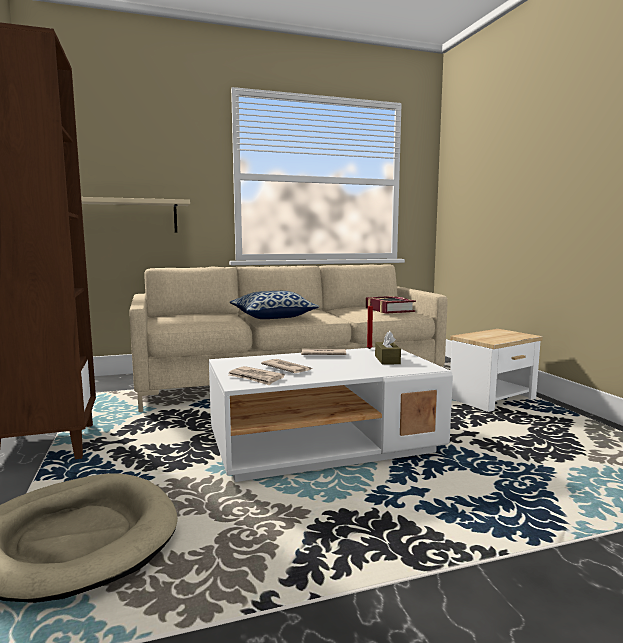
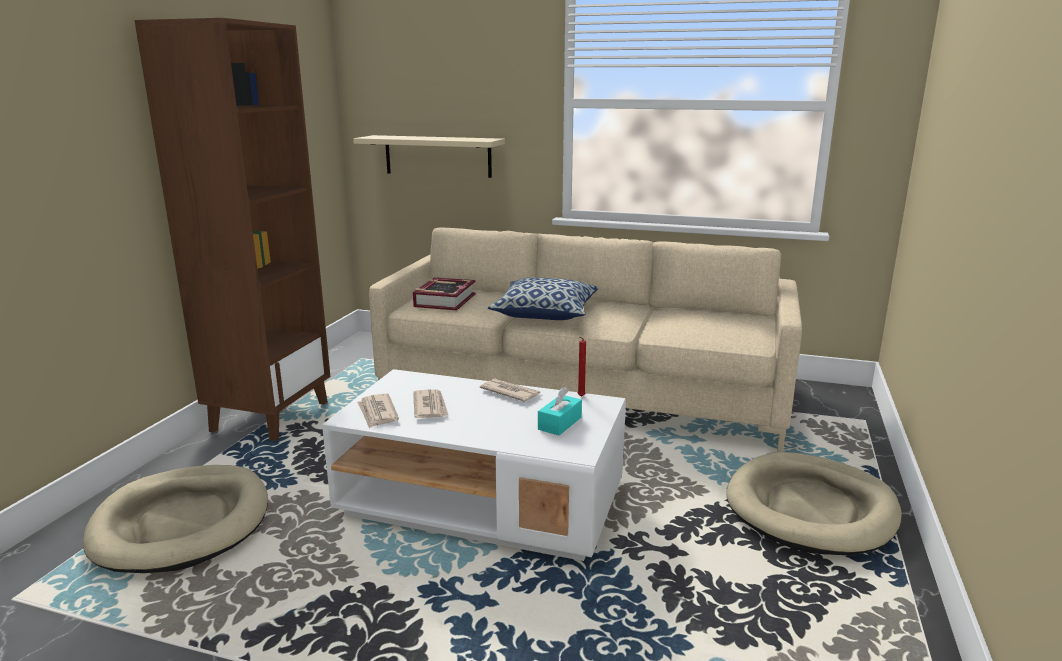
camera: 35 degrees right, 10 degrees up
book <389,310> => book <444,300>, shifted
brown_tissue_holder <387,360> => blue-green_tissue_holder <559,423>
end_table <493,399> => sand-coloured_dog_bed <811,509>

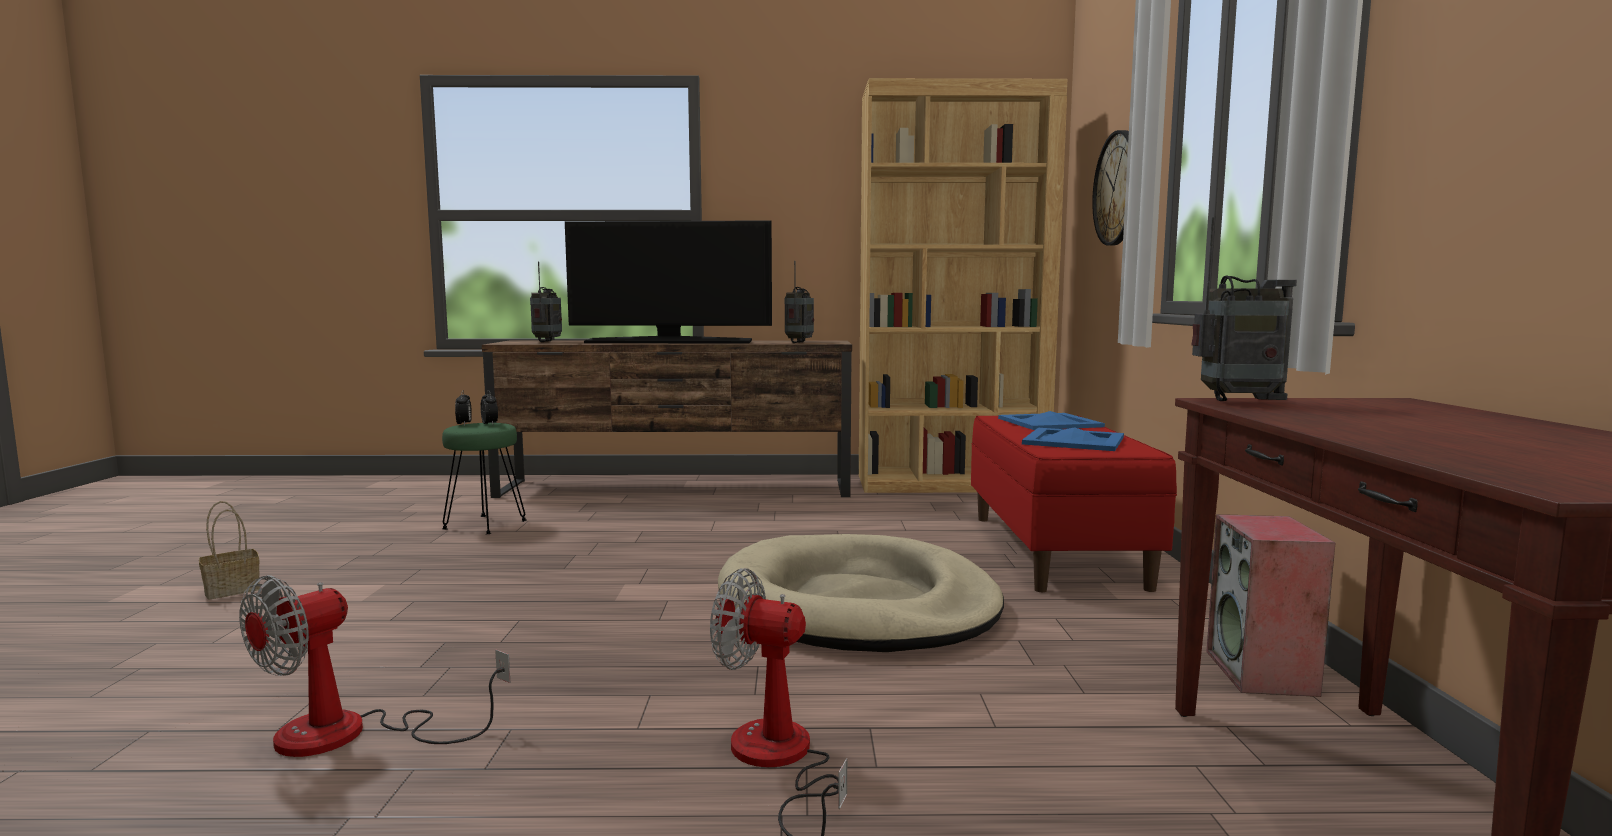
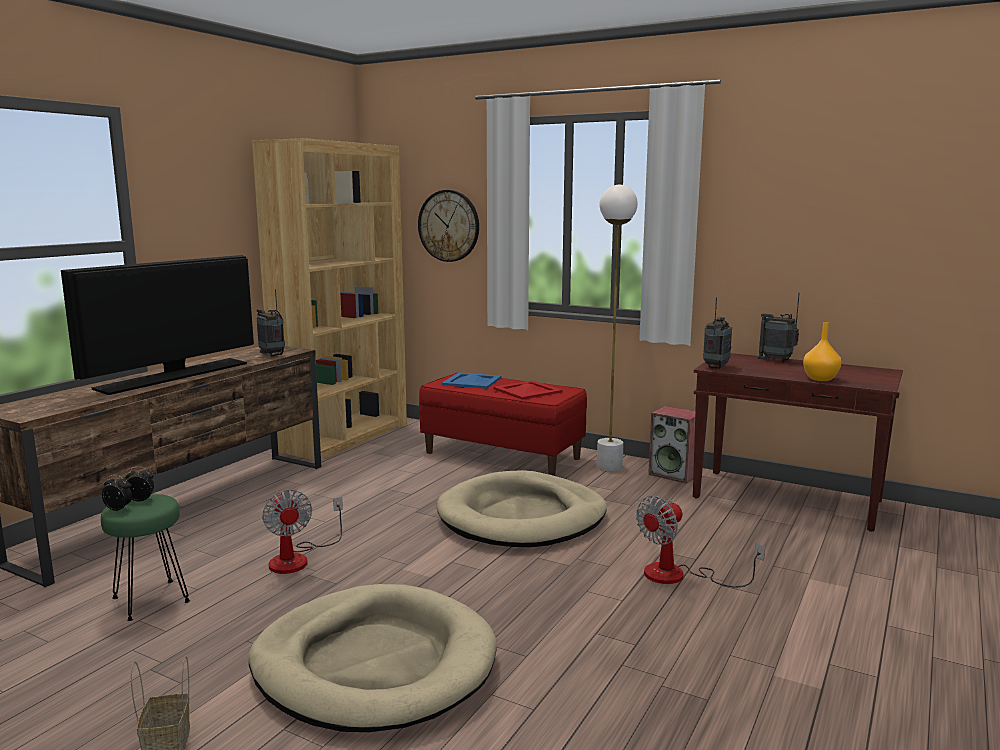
camera: 60 degrees left, 5 degrees up
nothing => sand-coloured_dog_bed <374,664>
cooling_fan <351,734> => cooling_fan <298,558>, shifted
blue_serving_tray <1074,440> => reddish_serving_tray <527,390>
nothing => white-coloured_standard_lamp <609,467>
radio_set <547,342> => radio_set <777,360>, shifted
nothing => orangey_decorative_vase <820,379>

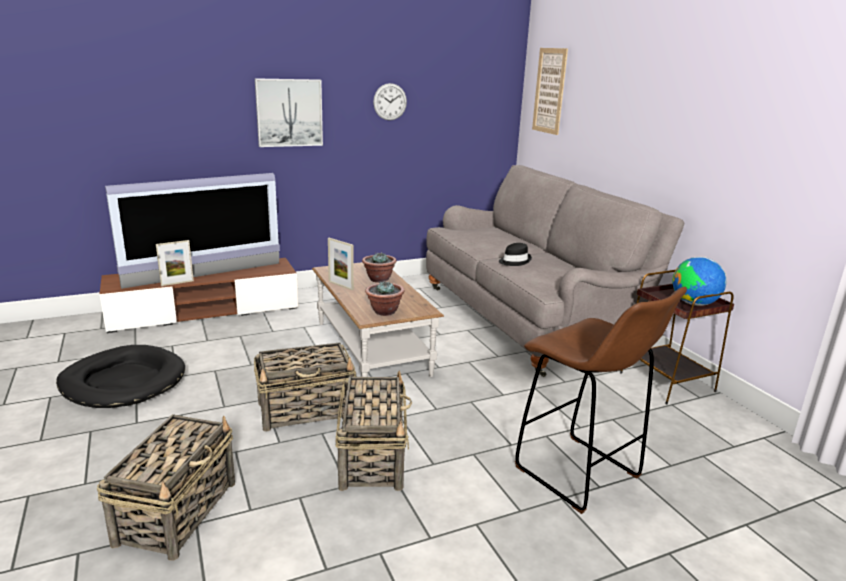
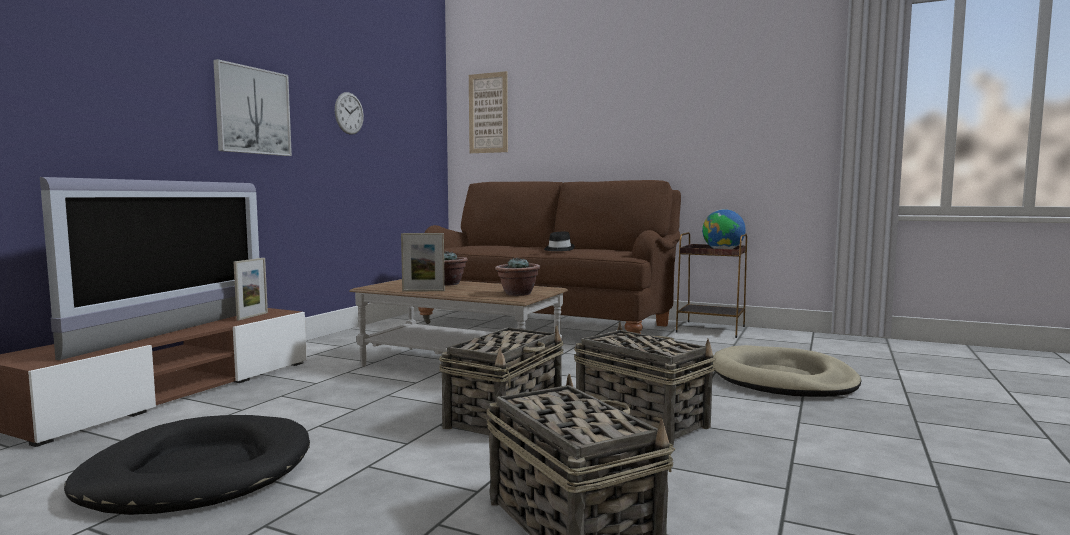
camera: 40 degrees left, 15 degrees down
photo_frame <177,283> => photo_frame <252,316>, shifted
grey_couch <528,320> => brown_couch <548,323>
brown_stool <580,474> => sand-coloured_dog_bed <782,379>

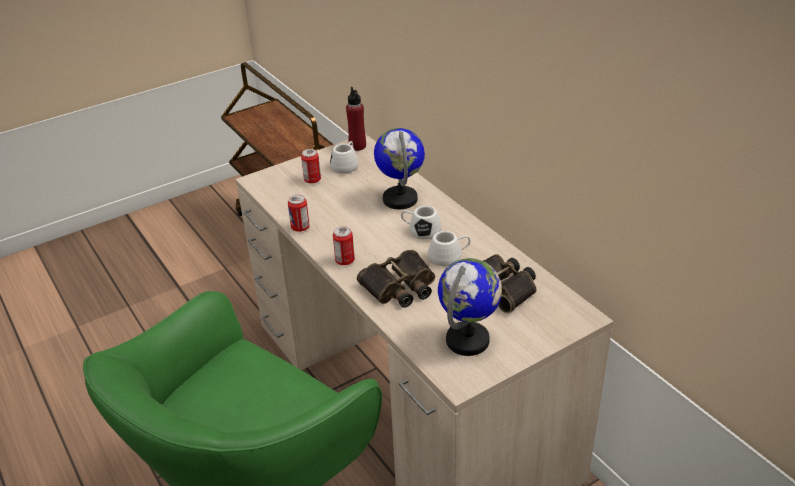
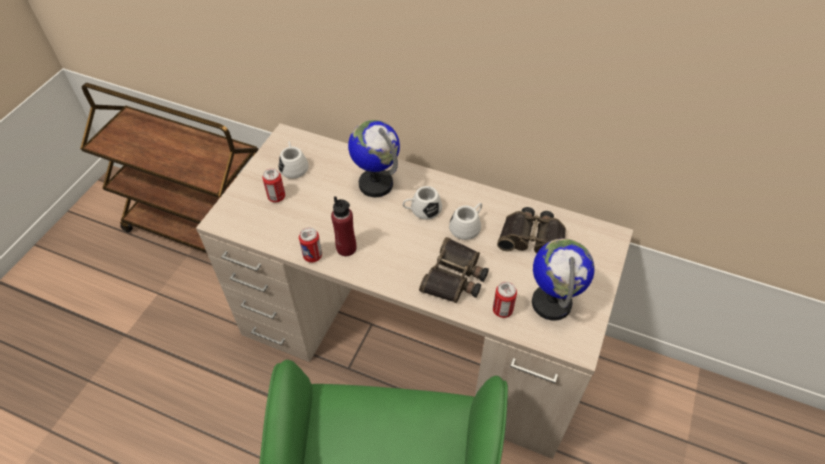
camera: 35 degrees left, 15 degrees up
reddish_drink_bottle <357,146> => reddish_drink_bottle <346,248>, shifted
can <345,261> => can <502,310>, shifted

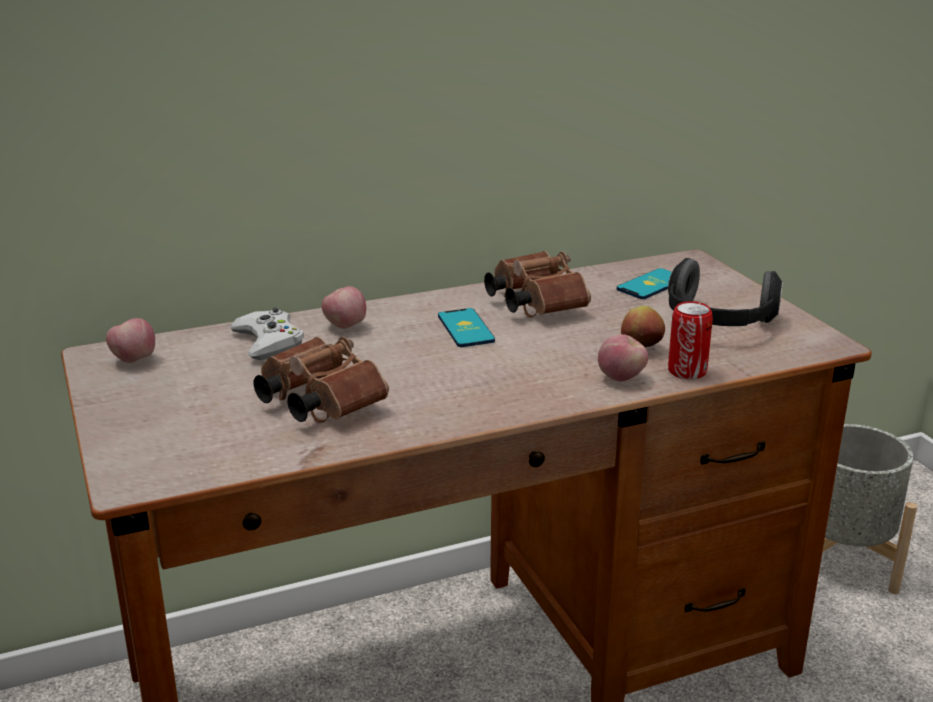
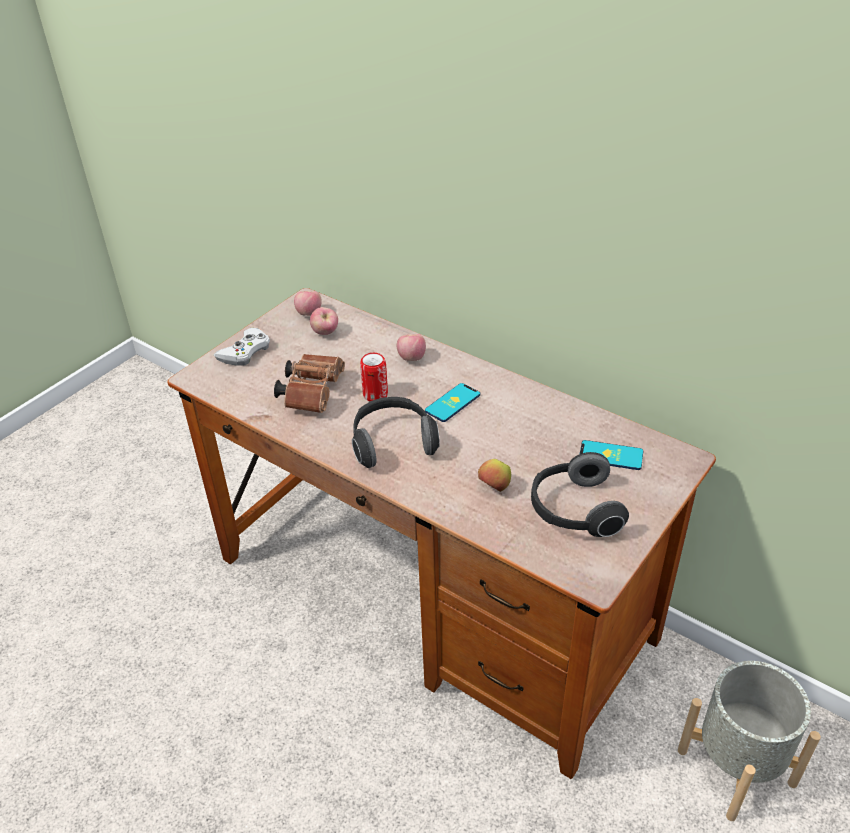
camera: 60 degrees right, 15 degrees up
white-coloured_game_controller <269,343> => white-coloured_game_controller <245,352>, shifted
apple <621,378> => apple <325,333>, shifted
nothing => headset <392,443>
can <687,371> => can <375,395>, shifted
brown_binoculars <533,303> => nothing

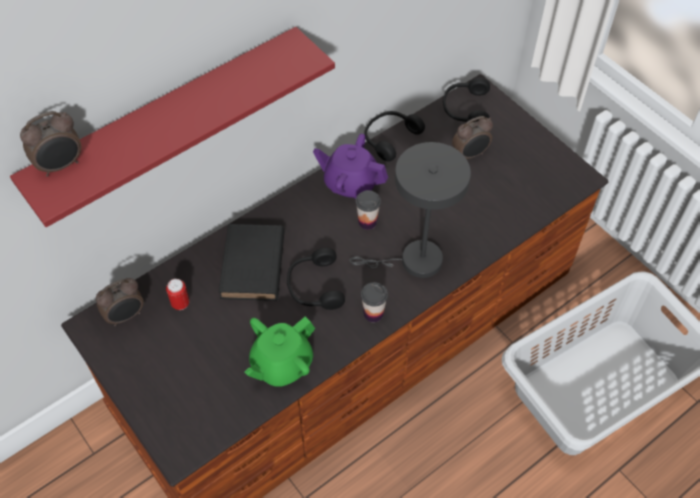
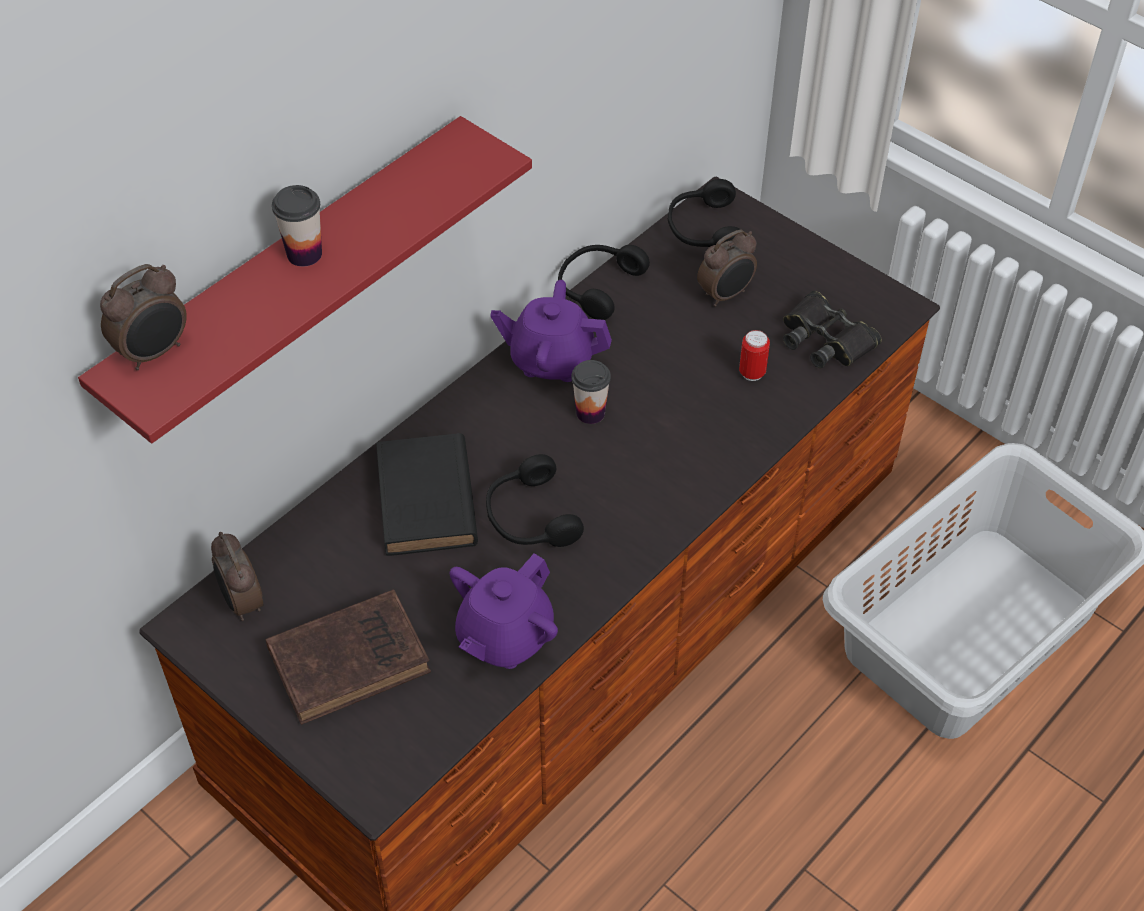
camera: 10 degrees left, 5 degrees down
bedside_clock <126,316> => bedside_clock <242,602>, 105 degrees clockwise
nothing => brown_book <353,659>
drinking_cup <373,313> => drinking_cup <304,254>, shifted
green_tea_pot <281,364> => purple_tea_pot <504,637>
can <180,303> => can <752,373>, shifted
nothing => blackish_binoculars <825,339>
grey_table_lamp <414,262> => nothing

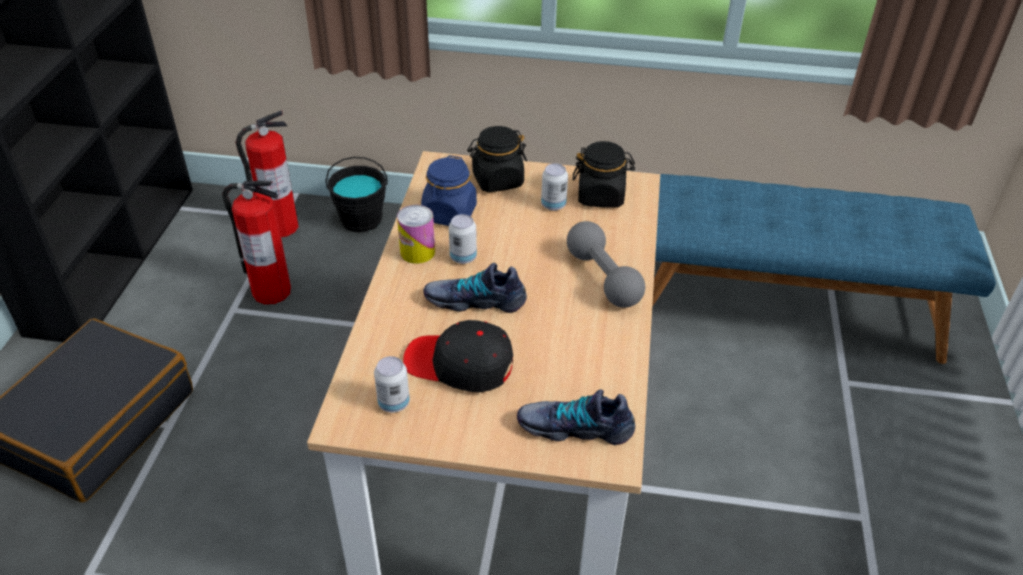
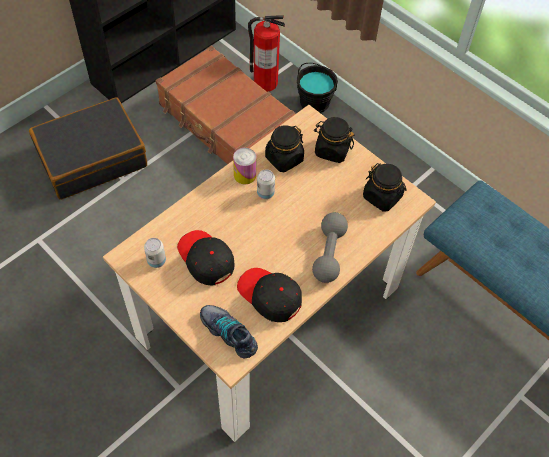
camera: 35 degrees right, 15 degrees up
fire_extinguisher <270,291> => brown_suitcase <228,125>
nothing => blackish_baseball_cap <269,296>
blue_jar <449,214> => blackish_jar <284,159>
item_of_footwear <475,300> => nothing
can <553,205> => nothing

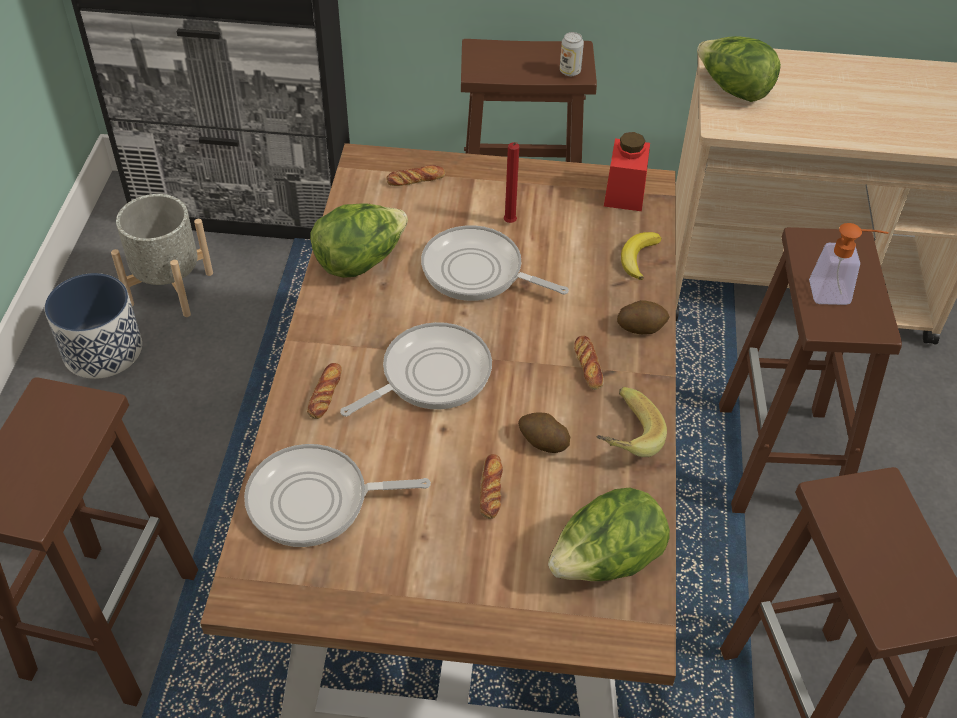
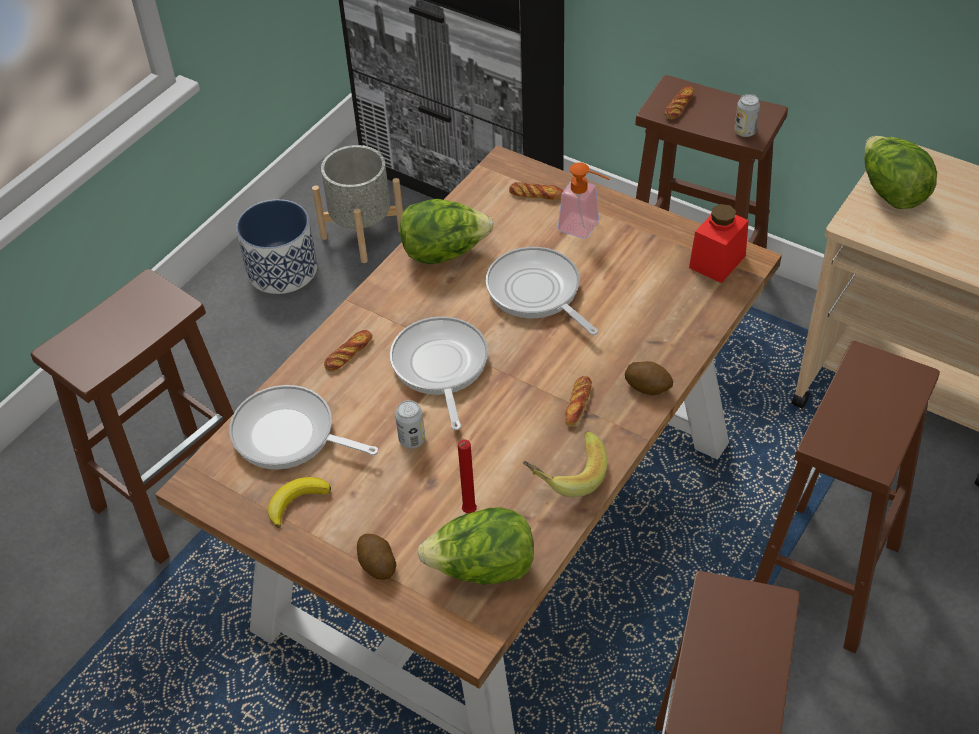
camera: 30 degrees right, 0 degrees up
banana <638,257> => banana <296,502>, shifted
whole_potato <542,442> => whole_potato <377,564>, shifted
pan <430,375> => pan <440,367>, 90 degrees counterclockwise
nothing => can <412,440>
reddish_candle <510,224> => reddish_candle <468,513>, shifted
soap_bottle <837,293> => soap_bottle <585,228>, shifted
bread <491,489> => bread <679,106>, shifted

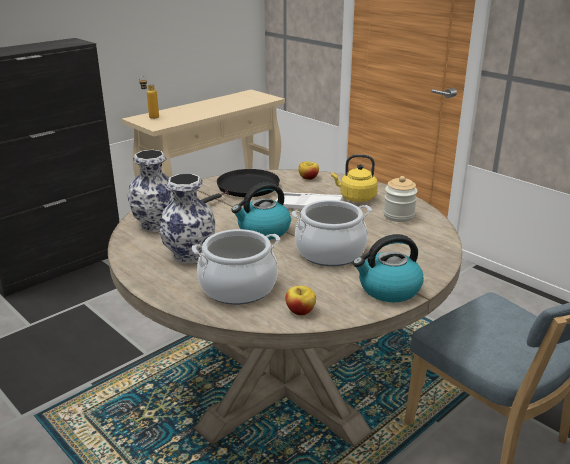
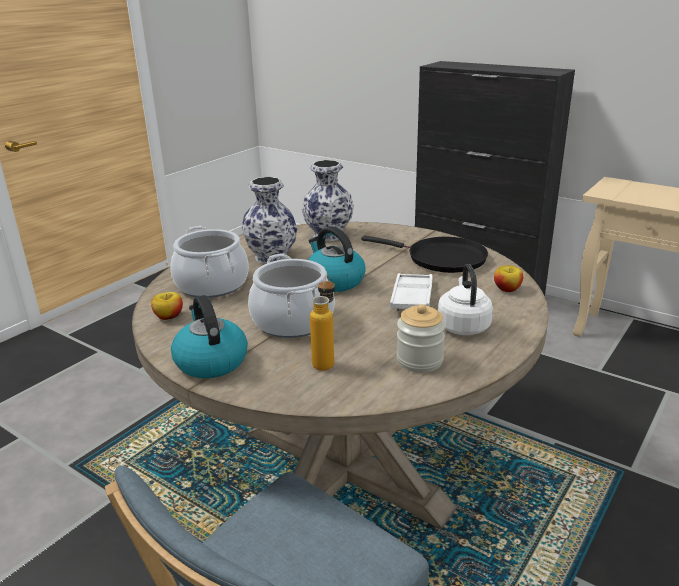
camera: 80 degrees right, 0 degrees up
drink_bottle <150,117> => drink_bottle <325,360>, shifted
yellow_water_kettle <355,198> => white-coloured_water_kettle <463,325>

